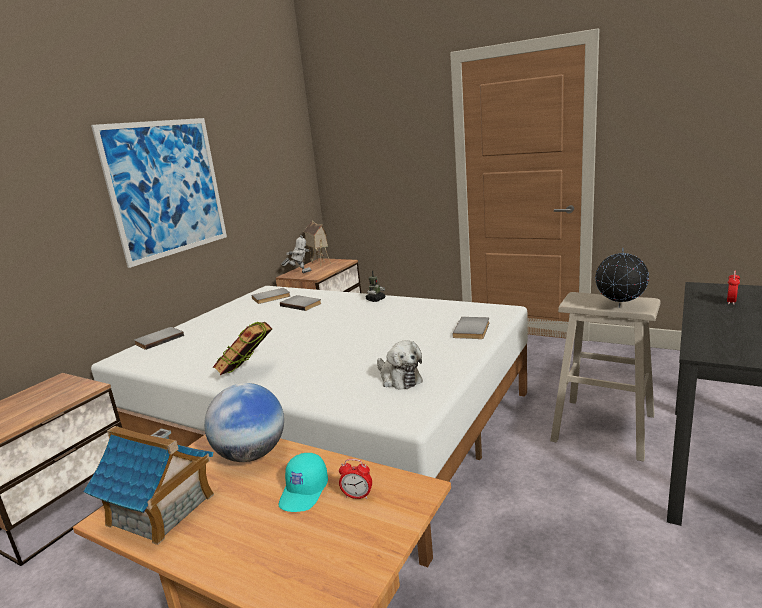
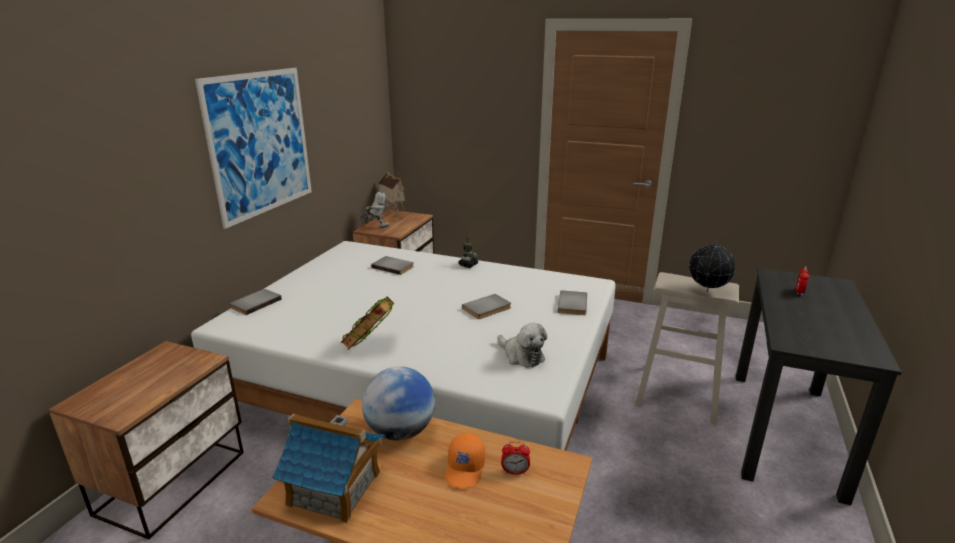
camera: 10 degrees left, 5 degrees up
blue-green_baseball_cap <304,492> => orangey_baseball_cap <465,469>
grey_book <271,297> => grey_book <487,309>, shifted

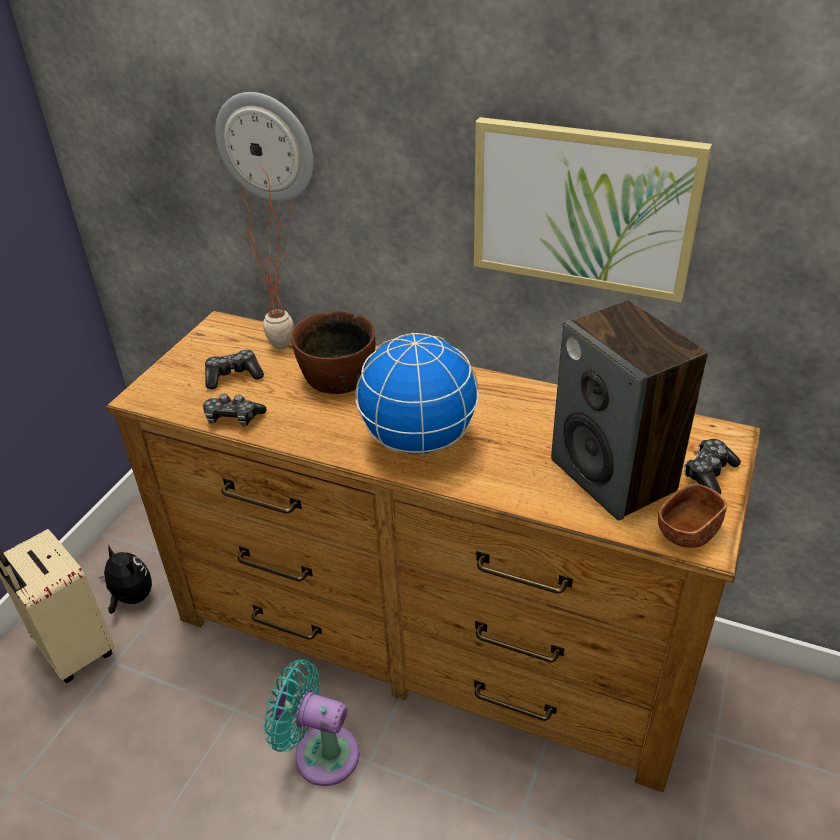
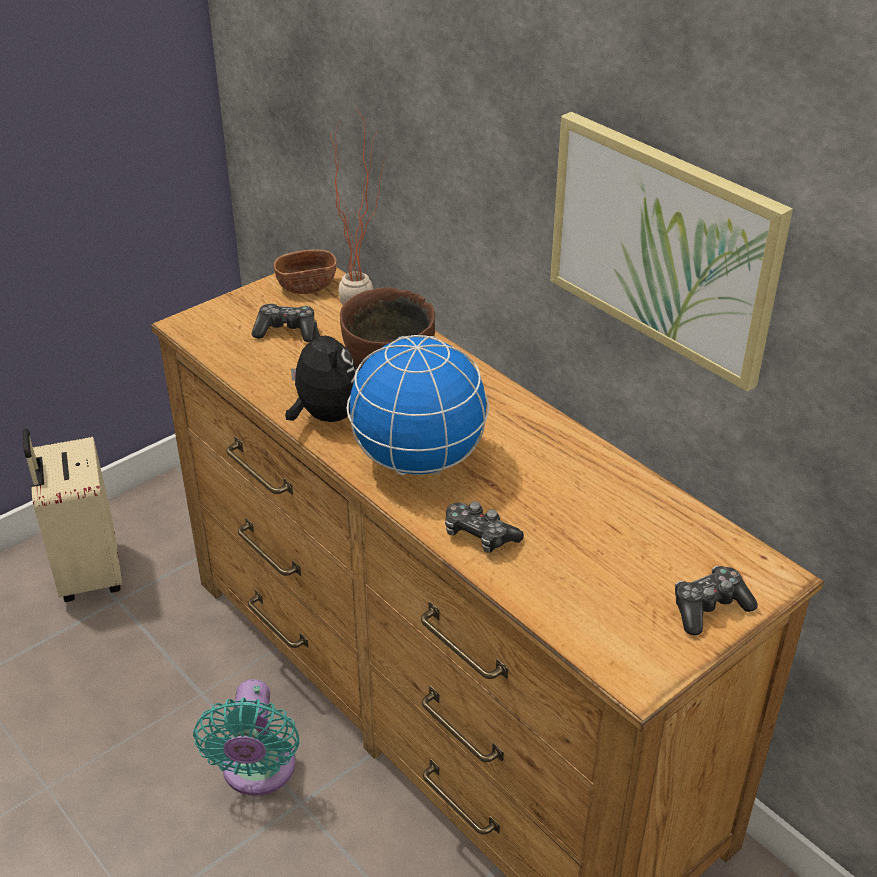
camera: 25 degrees right, 0 degrees up
blue-green_cooling_fan <320,753> => blue-green_cooling_fan <257,772>, 135 degrees counterclockwise
brown_serving_bowl <687,531> => brown_serving_bowl <307,286>, shifted
soft_toy <131,598> => soft_toy <324,416>, shifted
game_controller <233,418> => game_controller <479,535>, shifted
wall_clock <266,146> => nothing
loudspeaker <614,475> => nothing

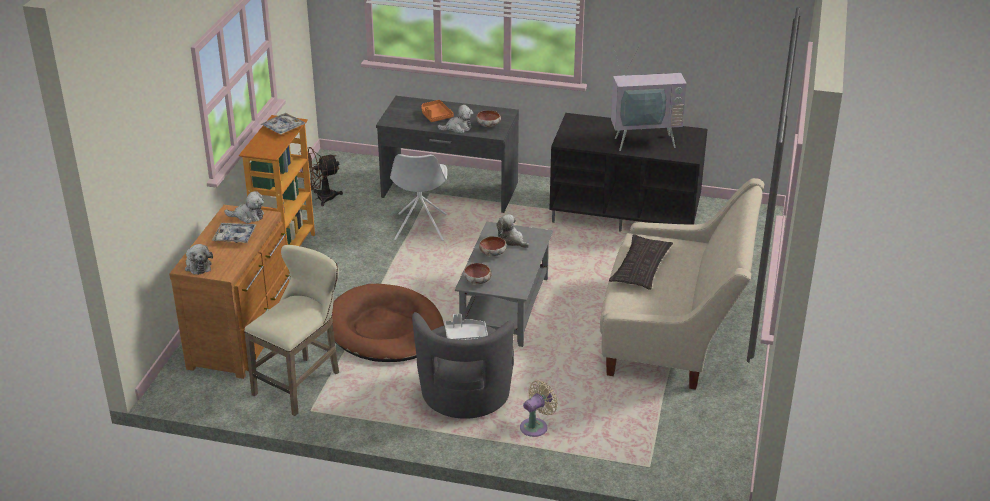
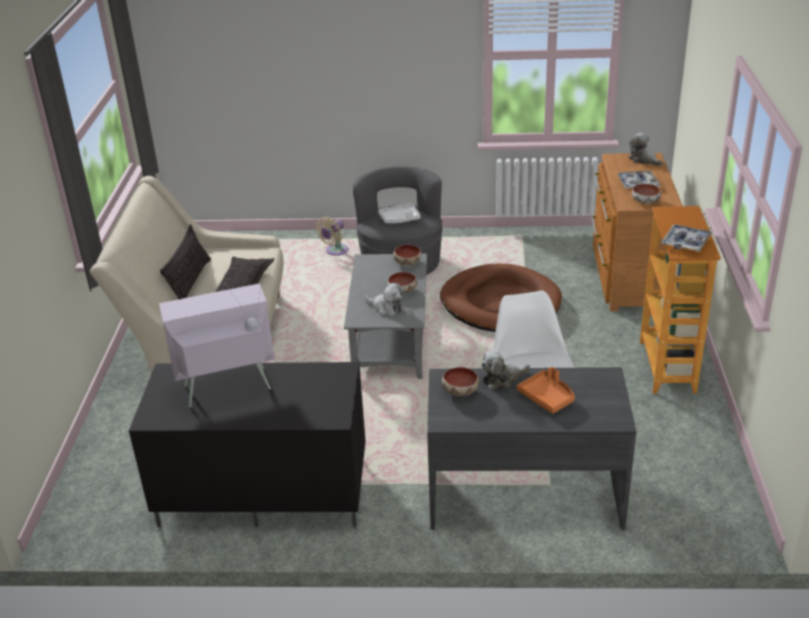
camera: 170 degrees right, 0 degrees up
nothing => cushion <190,282>
soft_toy <248,216> => serving_bowl <646,202>
sand-coloured_stool <302,382> => nothing
brown_cooling_fan <320,198> => nothing

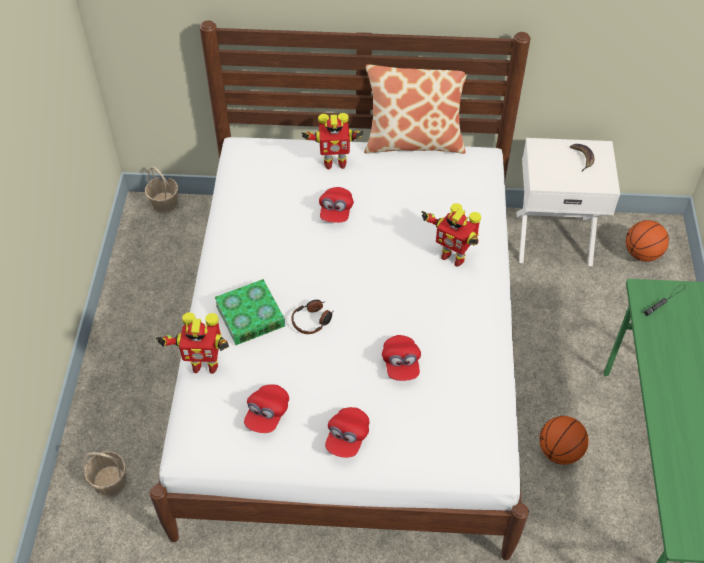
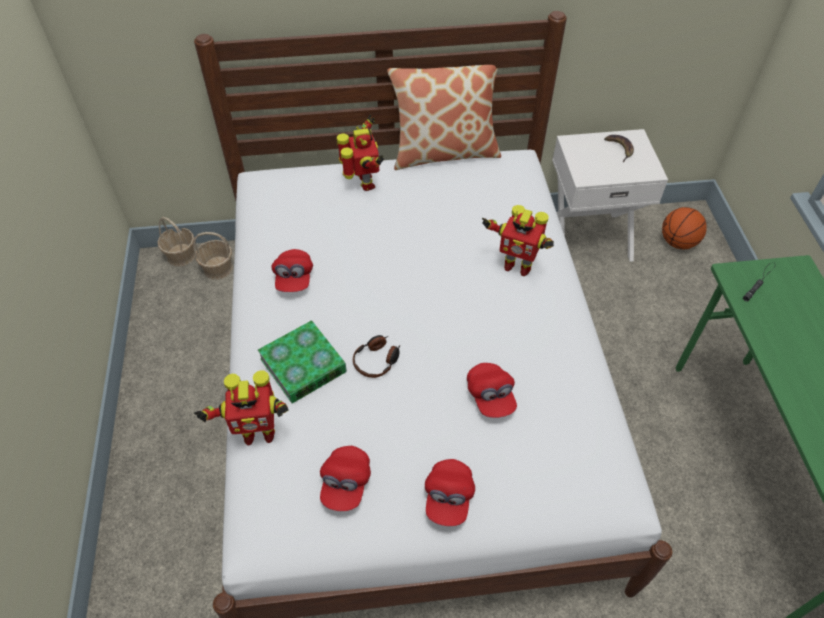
camera: 10 degrees left, 0 degrees up
storage_basket <110,481> => storage_basket <218,268>, shifted
reddish_baseball_cap <336,212> => reddish_baseball_cap <294,278>, shifted
toy_robot <334,162> => toy_robot <364,183>, 90 degrees counterclockwise
basketball_ball <559,452> => nothing

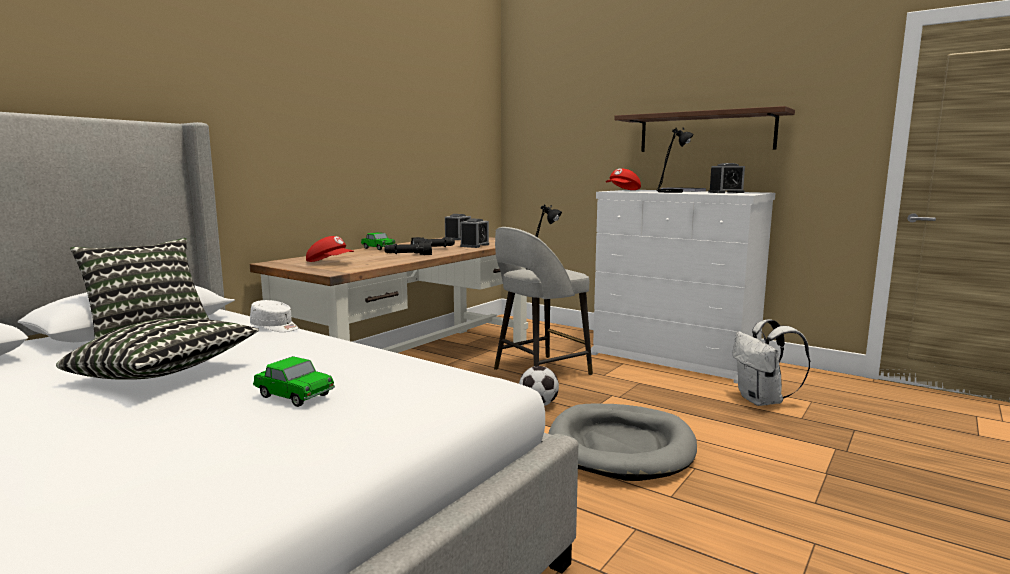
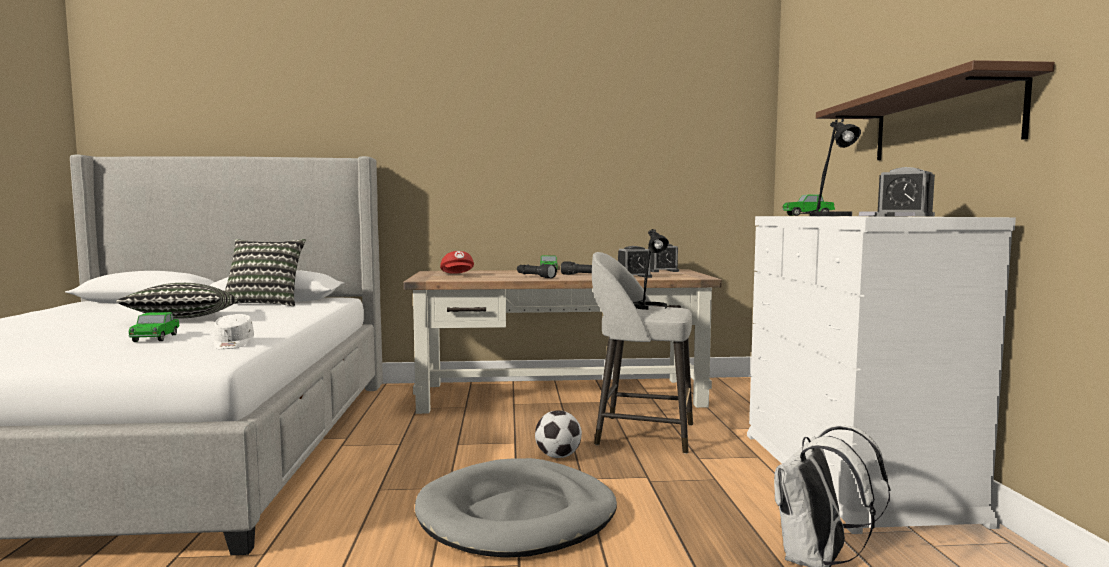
camera: 50 degrees right, 5 degrees down
white-coloured_baseball_cap <275,327> => white-coloured_baseball_cap <232,344>, shifted
reddish_baseball_cap <623,190> => toy_car <807,215>

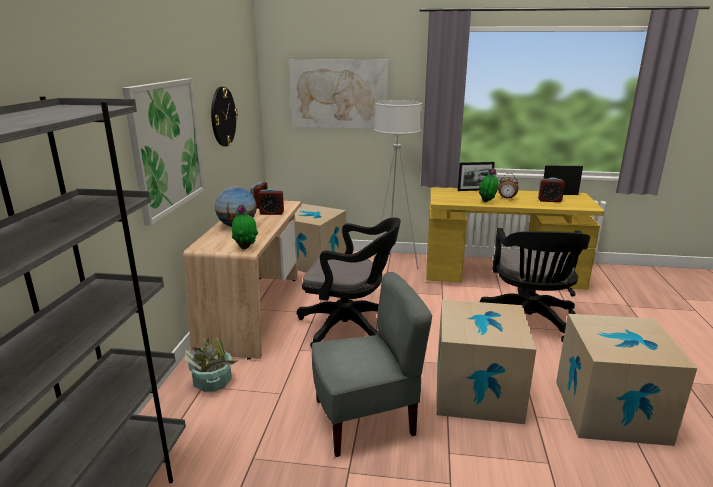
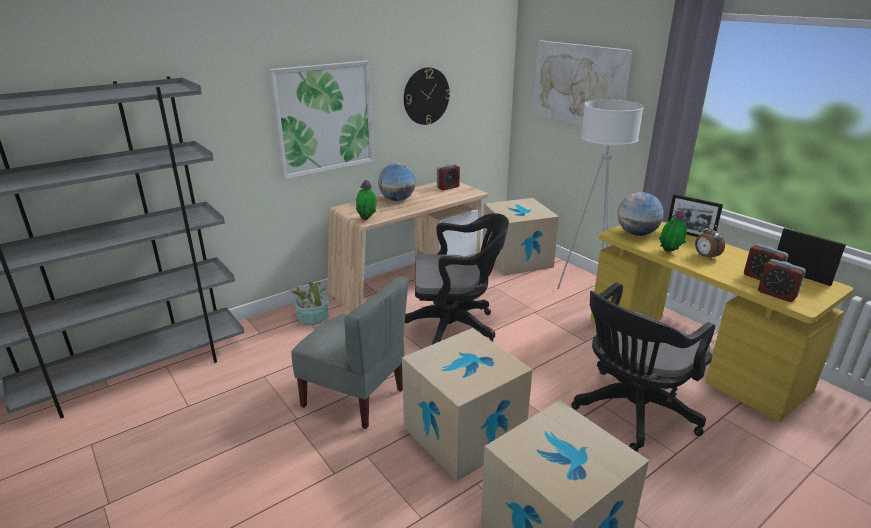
camera: 45 degrees right, 5 degrees up
blackish_computer_chair <350,327> => blackish_computer_chair <454,328>, 60 degrees counterclockwise
nothing => globe <637,234>
bedside_clock <272,213> => bedside_clock <776,294>, shifted

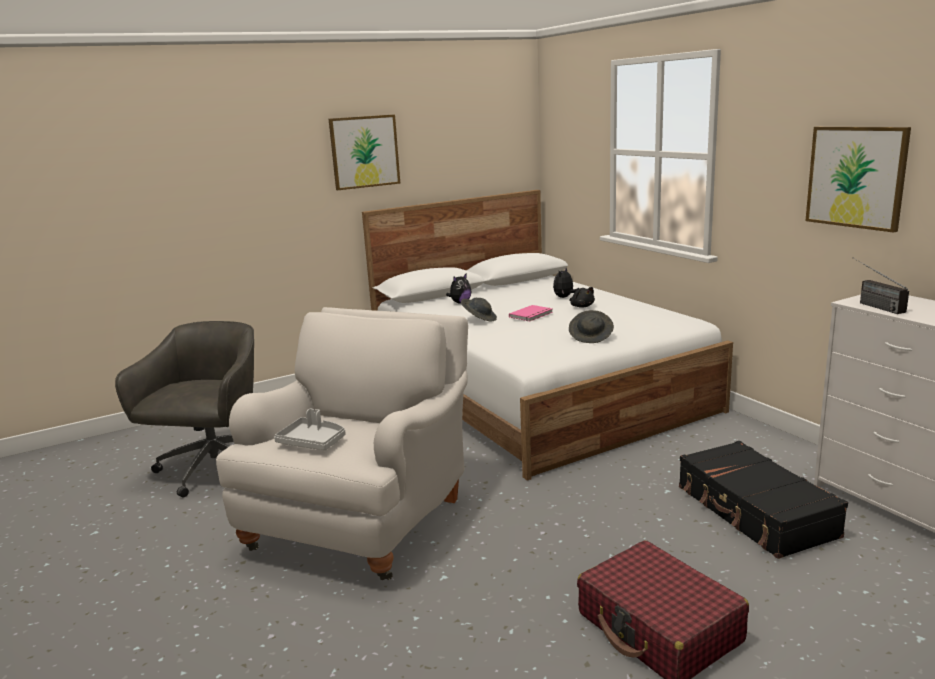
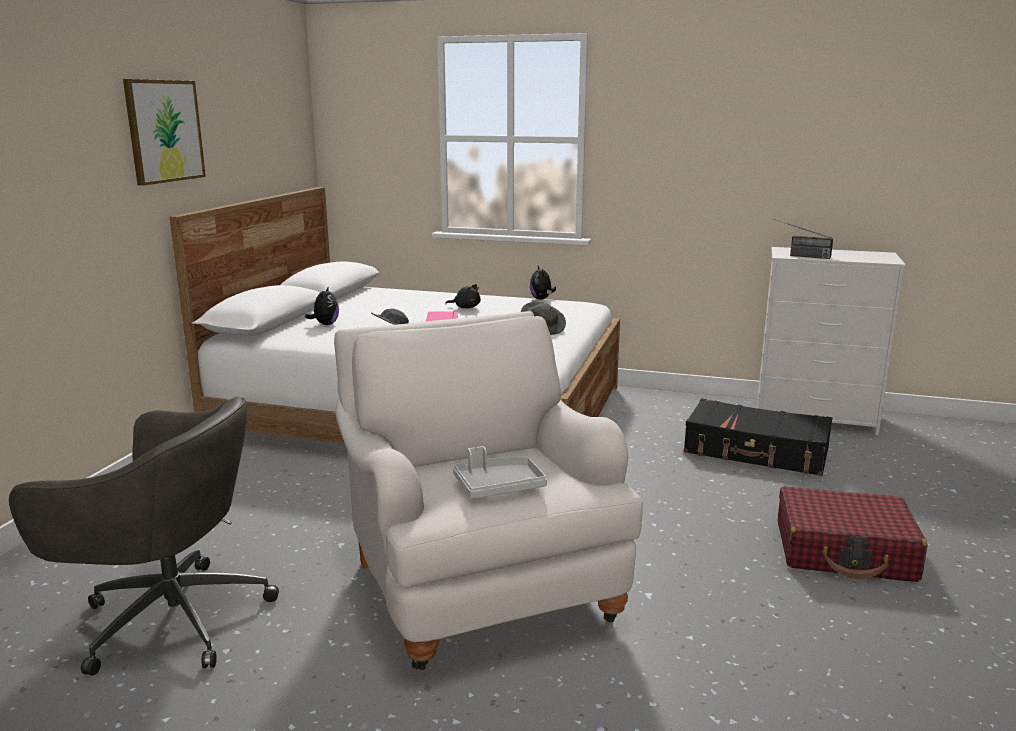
camera: 45 degrees left, 0 degrees up
grey_computer_chair <213,469> => grey_computer_chair <170,618>, 135 degrees clockwise
soft_toy <564,297> => soft_toy <542,299>, shifted
picture <856,177> => nothing

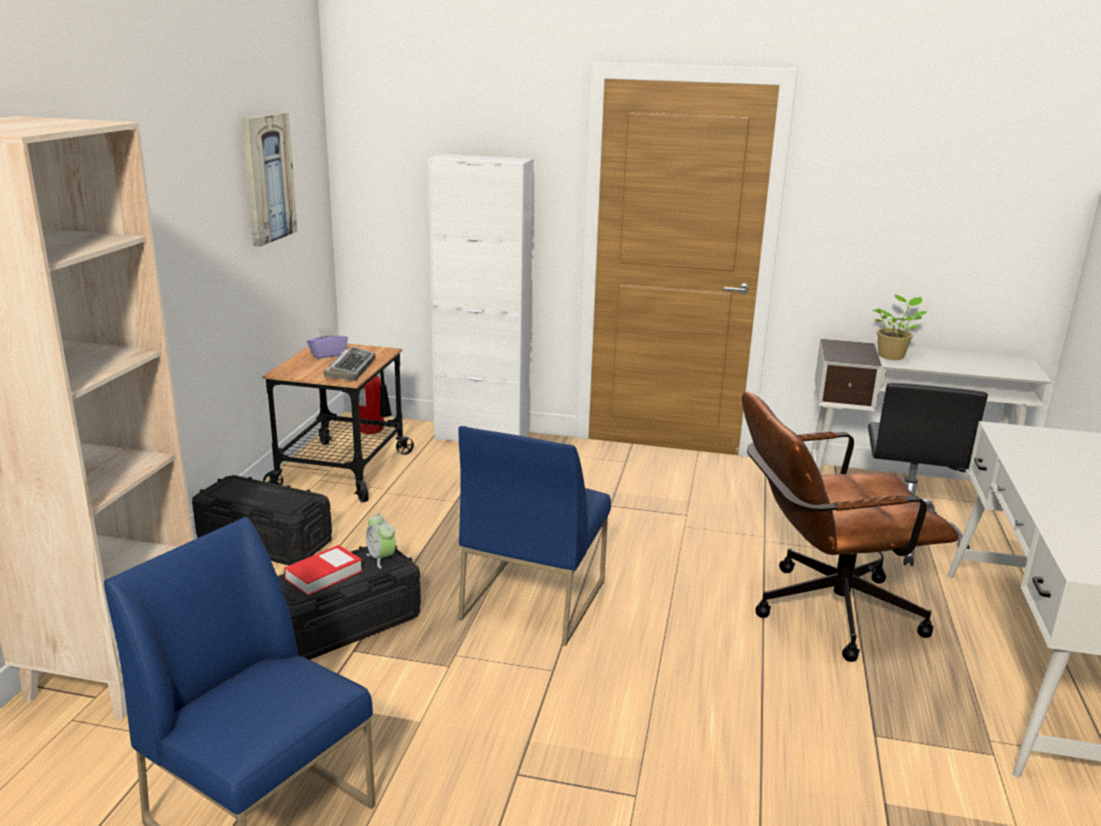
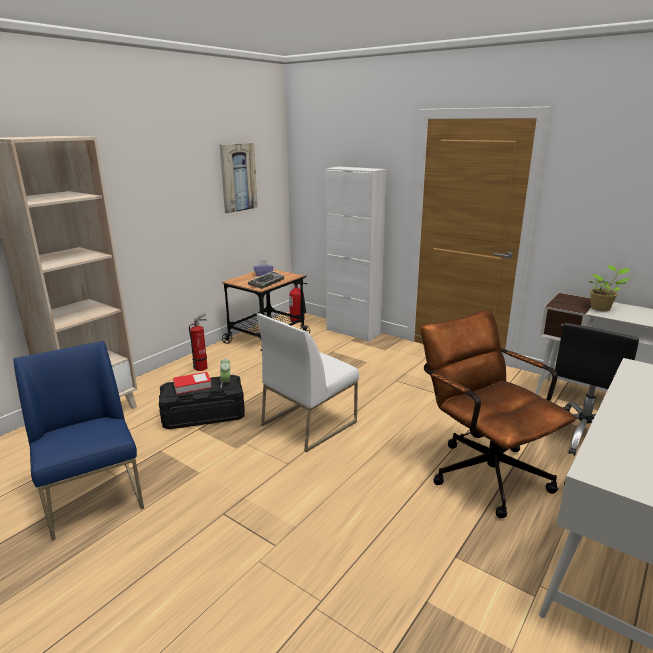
camera: 25 degrees right, 0 degrees up
blackish_storage_bin <265,542> => fire_extinguisher <202,367>
blue_upright_chair <533,599> => white-coloured_upright_chair <309,423>
brown_computer_chair <822,611> => brown_computer_chair <482,470>, 45 degrees clockwise

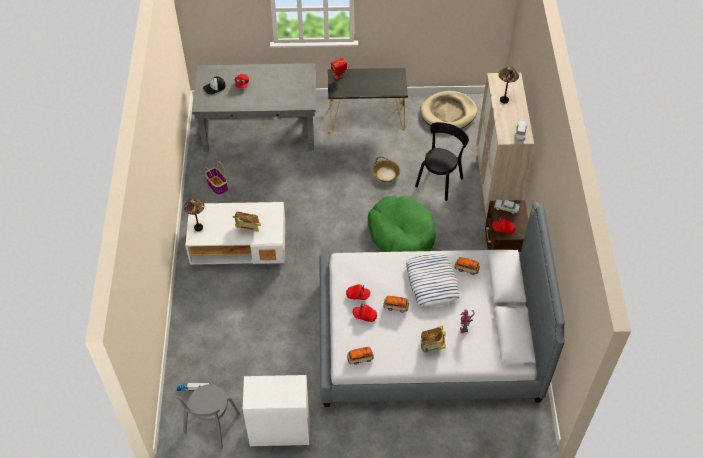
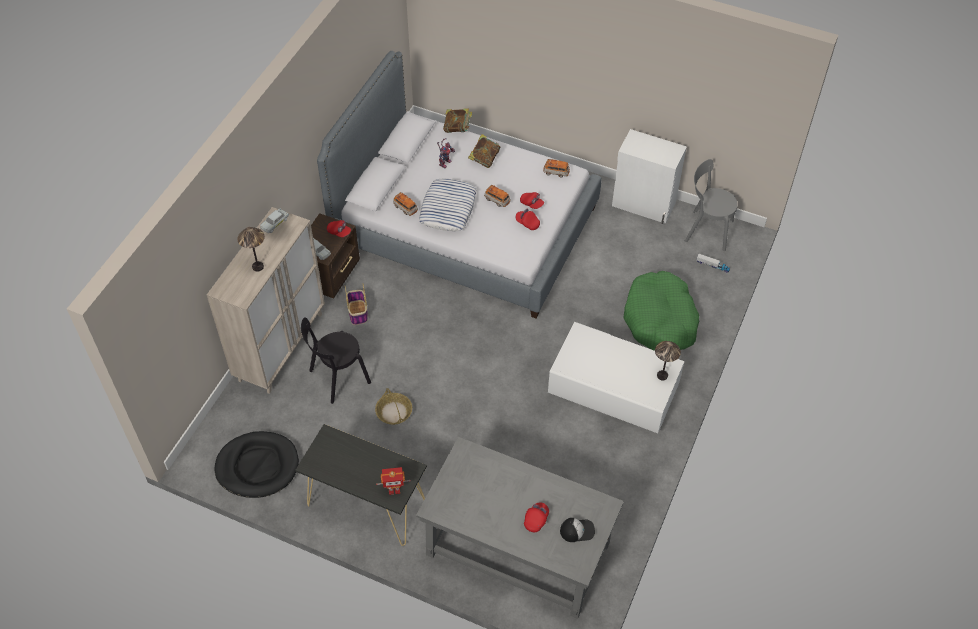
camera: 155 degrees left, 0 degrees up
sand-coloured_dog_bed <448,113> => blackish_dog_bed <257,466>
storage_basket <217,185> => storage_basket <358,313>, shifted
book <247,227> => book <457,128>, shifted
green_dog_bed <401,234> => green_dog_bed <660,320>, shifted
grey_upright_chair <210,425> => grey_upright_chair <706,230>, 120 degrees counterclockwise

